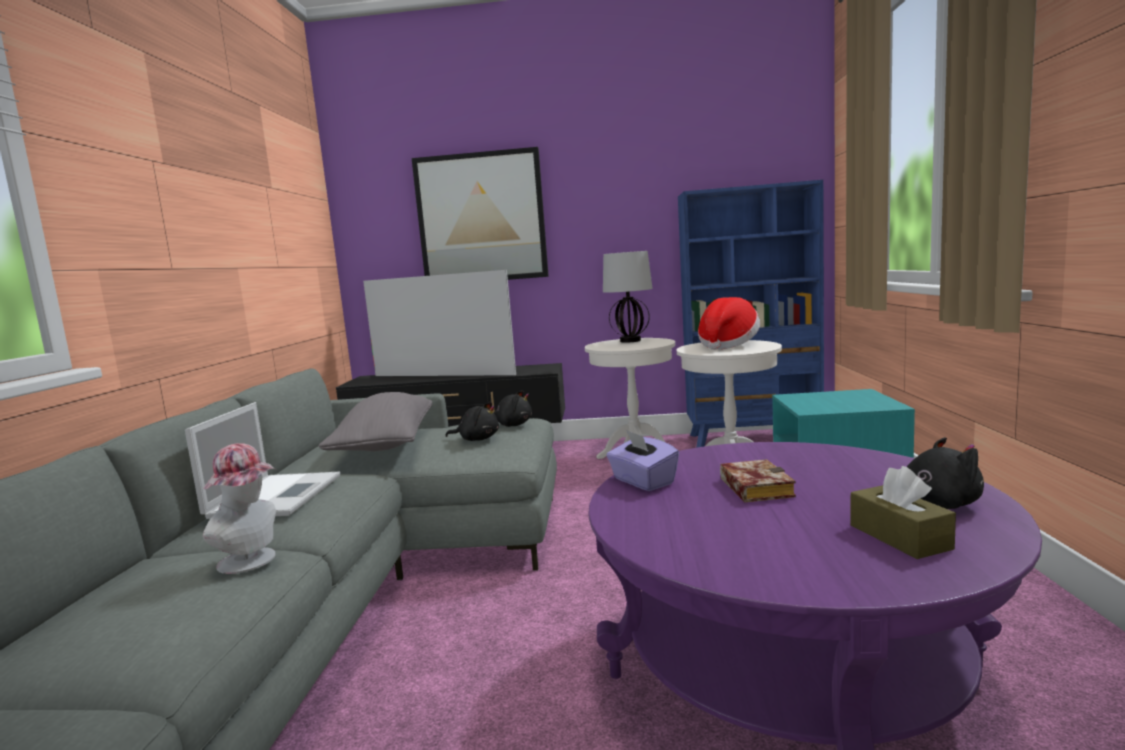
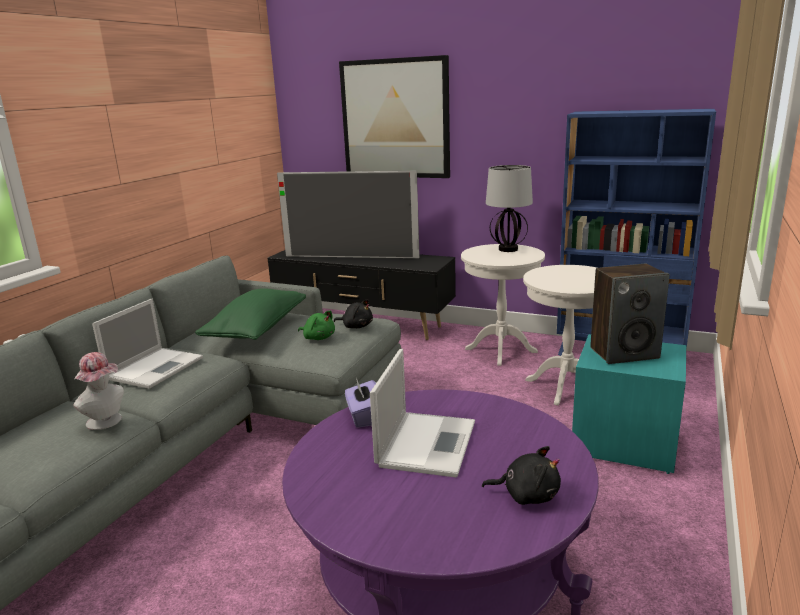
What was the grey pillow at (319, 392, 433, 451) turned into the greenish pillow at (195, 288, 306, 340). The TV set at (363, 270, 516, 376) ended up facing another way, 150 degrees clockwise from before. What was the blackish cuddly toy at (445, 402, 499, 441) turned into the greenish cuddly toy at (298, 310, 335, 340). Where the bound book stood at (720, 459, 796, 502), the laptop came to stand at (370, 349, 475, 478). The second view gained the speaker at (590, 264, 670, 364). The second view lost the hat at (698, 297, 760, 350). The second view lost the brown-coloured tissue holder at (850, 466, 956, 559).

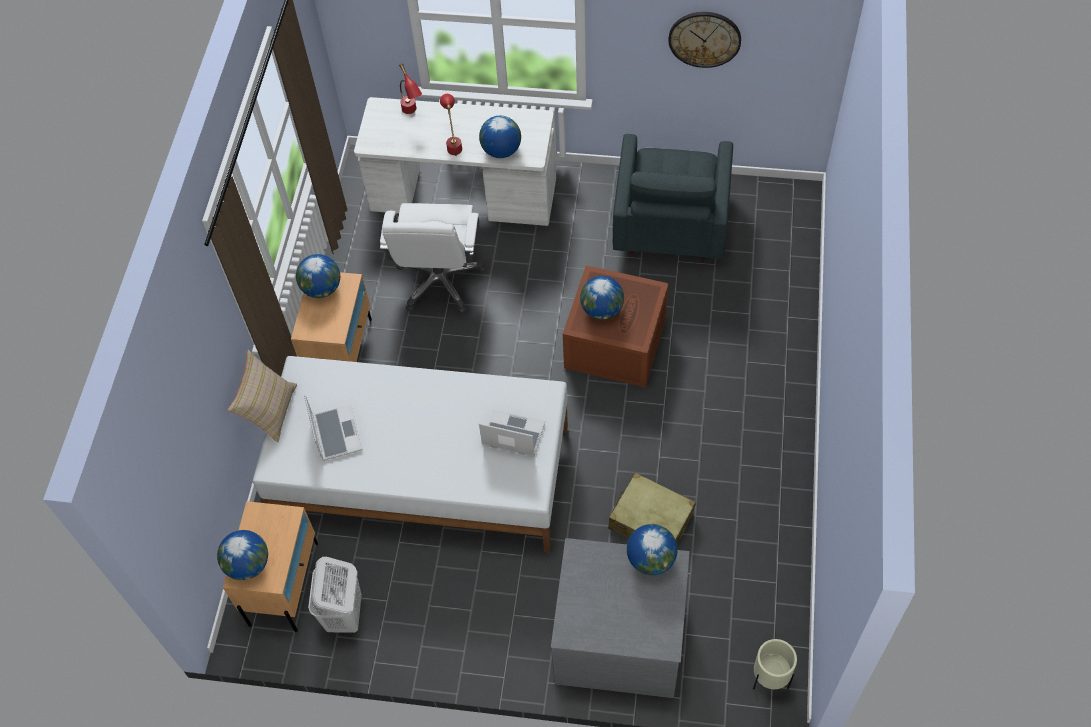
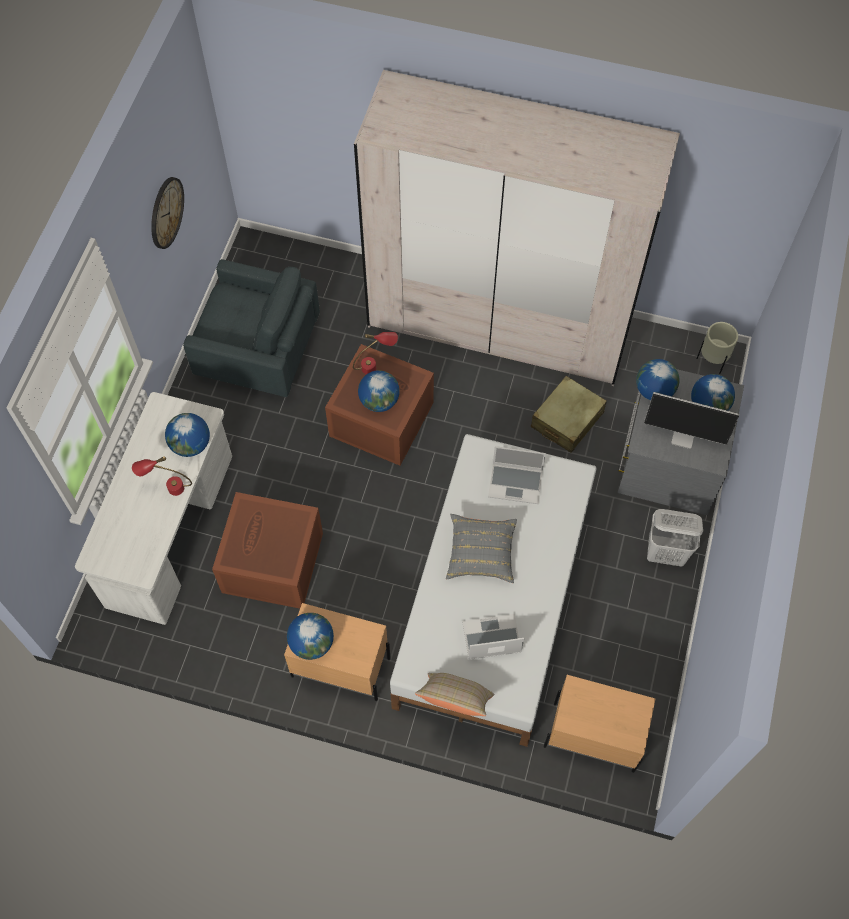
Where the whitish desk chair stood at (380, 203, 487, 313), the brown-coloured storage container came to stand at (212, 492, 323, 609). The reddish lamp for a table ended up elsewhere, having gone from (399, 64, 422, 114) to (353, 332, 398, 374). The second view gained the beige-coloured wardrobe at (354, 70, 680, 386). The second view gained the grey pillow at (446, 514, 517, 583). The laptop at (479, 409, 545, 457) ended up facing another way, 105 degrees counterclockwise from before. The second view gained the computer display at (644, 392, 739, 449). The whitish hamper ended up elsewhere, having gone from (308, 557, 362, 634) to (647, 509, 703, 567). The world globe ended up elsewhere, having gone from (217, 530, 268, 580) to (691, 374, 735, 411).

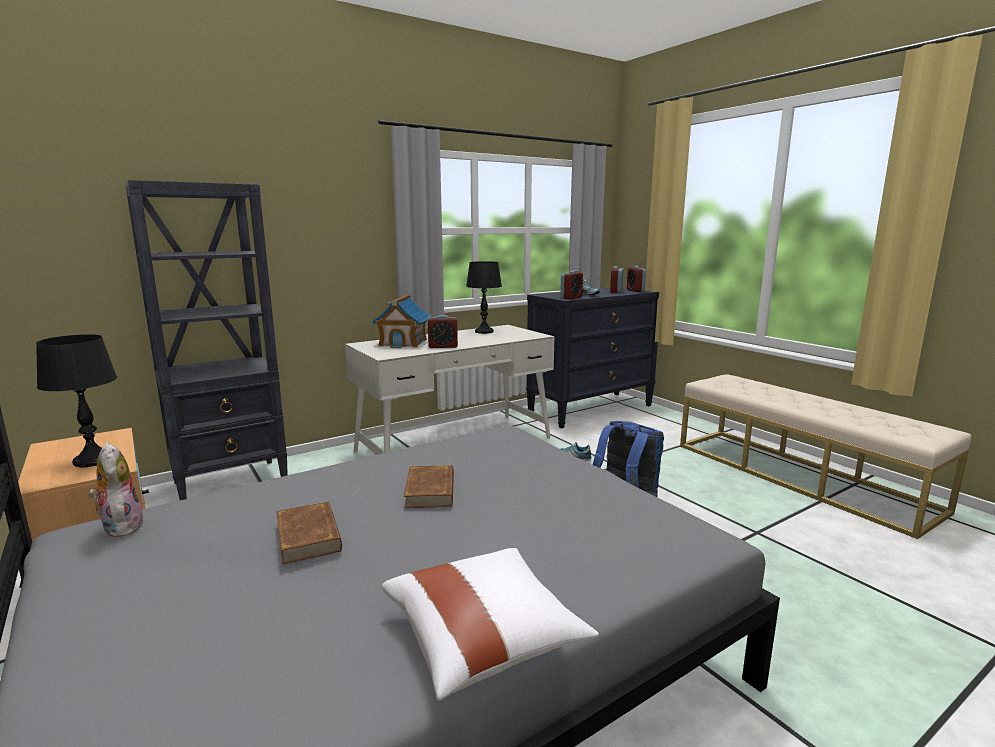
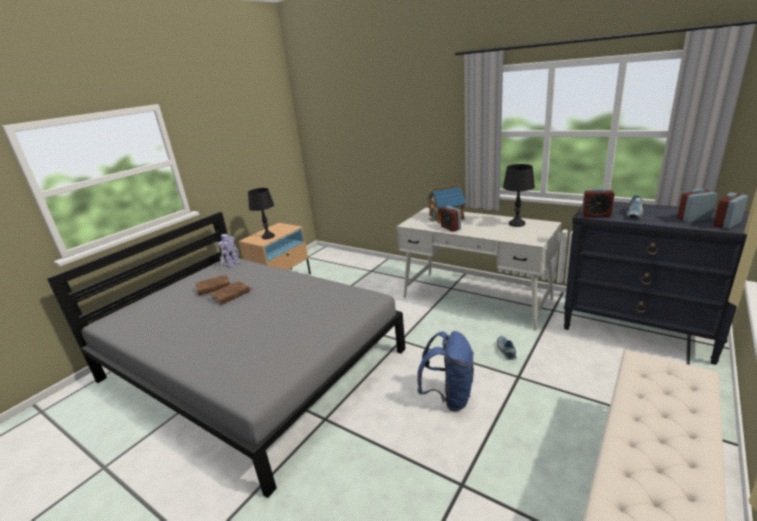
The brown-coloured bound book ended up elsewhere, having gone from (404, 465, 454, 508) to (196, 274, 231, 295). Where the cuddly toy stood at (88, 442, 144, 537), the model robot came to stand at (218, 234, 240, 267). The second view lost the blackish bookcase at (125, 180, 288, 500). The second view lost the whitish pillow at (382, 548, 599, 701).

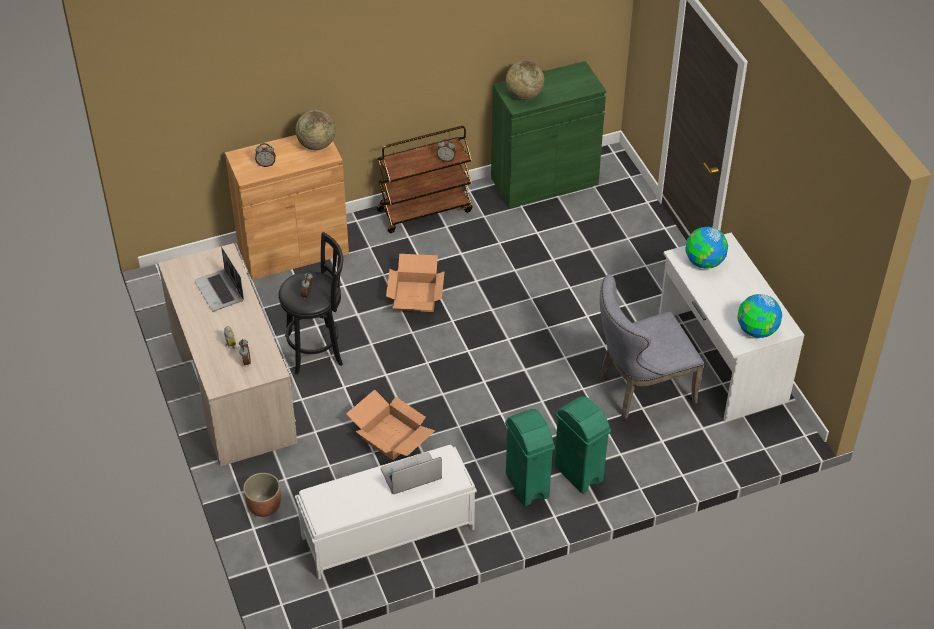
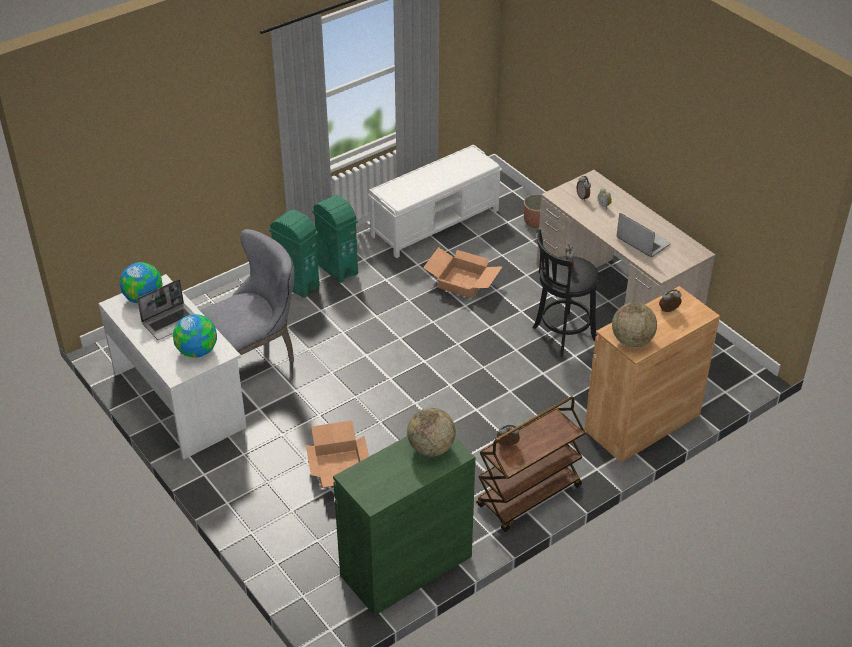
The laptop ended up elsewhere, having gone from (381, 452, 442, 494) to (137, 279, 194, 340). The packing box ended up elsewhere, having gone from (386, 254, 445, 312) to (306, 420, 369, 488).

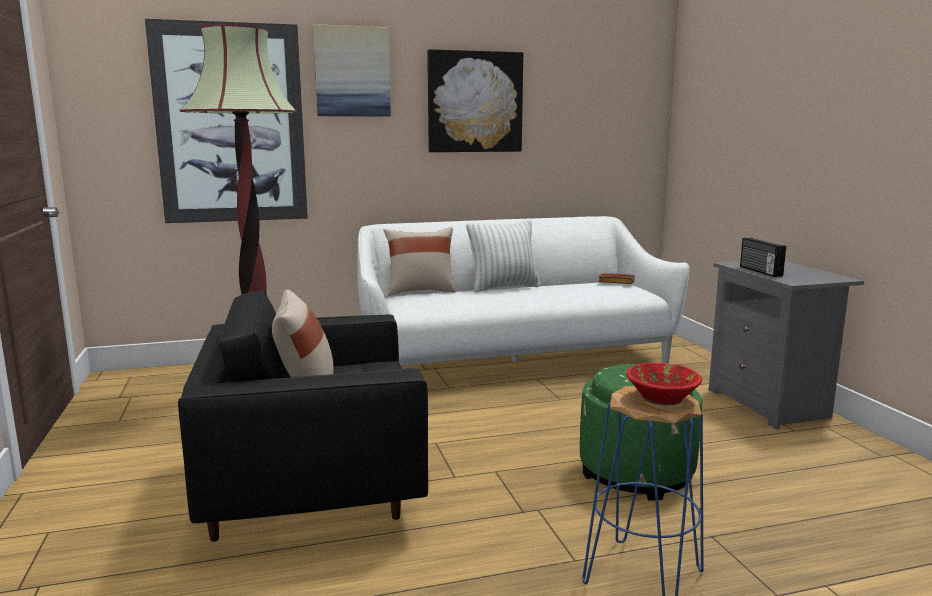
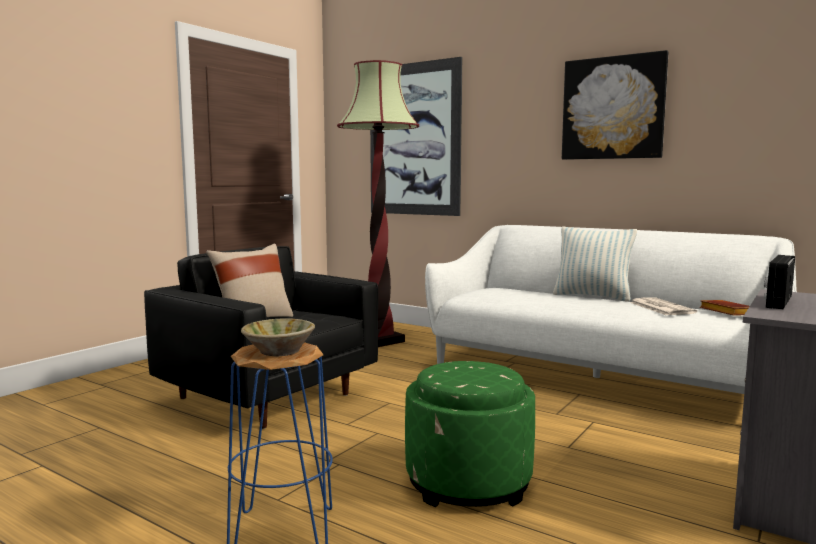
What was the reddish bowl at (626, 363, 702, 405) turned into the beige-coloured bowl at (241, 318, 315, 356). The second view gained the newspaper at (630, 297, 697, 315). The second view lost the wall picture at (313, 24, 391, 117). The second view lost the beige-coloured pillow at (384, 227, 455, 296).

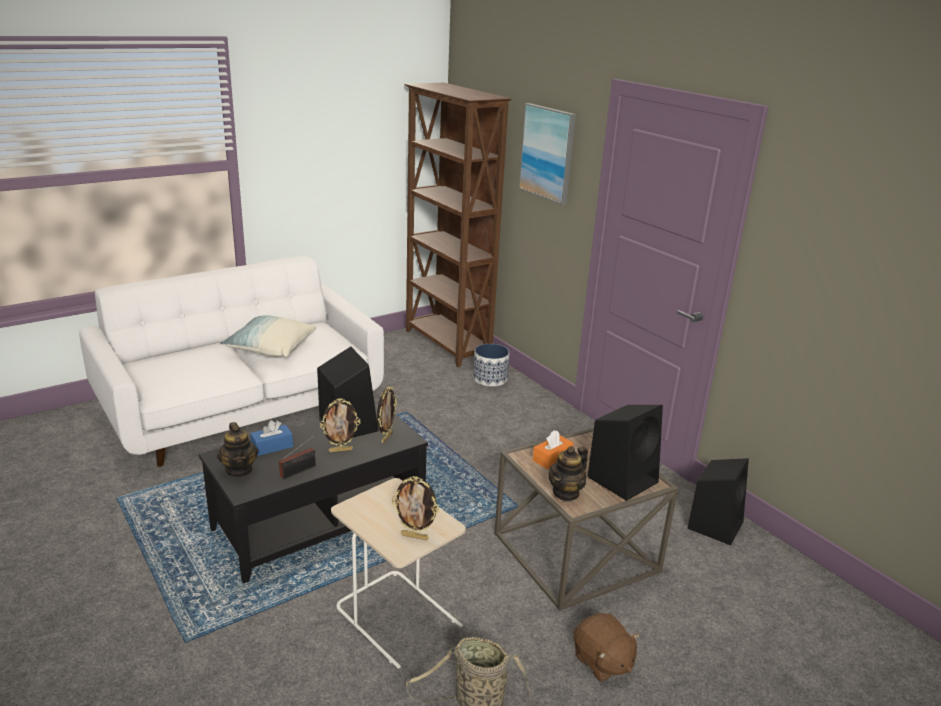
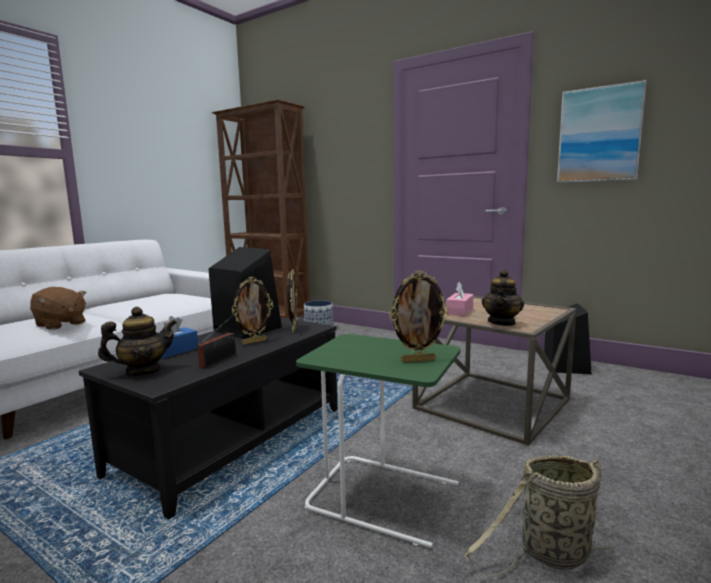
The brown-coloured cuddly toy ended up elsewhere, having gone from (573, 614, 640, 681) to (30, 287, 87, 330). The pot for tea at (217, 422, 258, 477) ended up facing another way, 75 degrees counterclockwise from before. What was the beige-coloured accent table at (331, 478, 466, 669) turned into the greenish accent table at (296, 334, 460, 548). What was the orangey tissue holder at (533, 430, 574, 469) turned into the pink tissue holder at (446, 282, 474, 316). The wall picture ended up elsewhere, having gone from (519, 103, 576, 205) to (557, 80, 647, 183). The second view lost the pillow at (220, 315, 316, 357). The second view lost the blackish speaker at (587, 405, 663, 501).

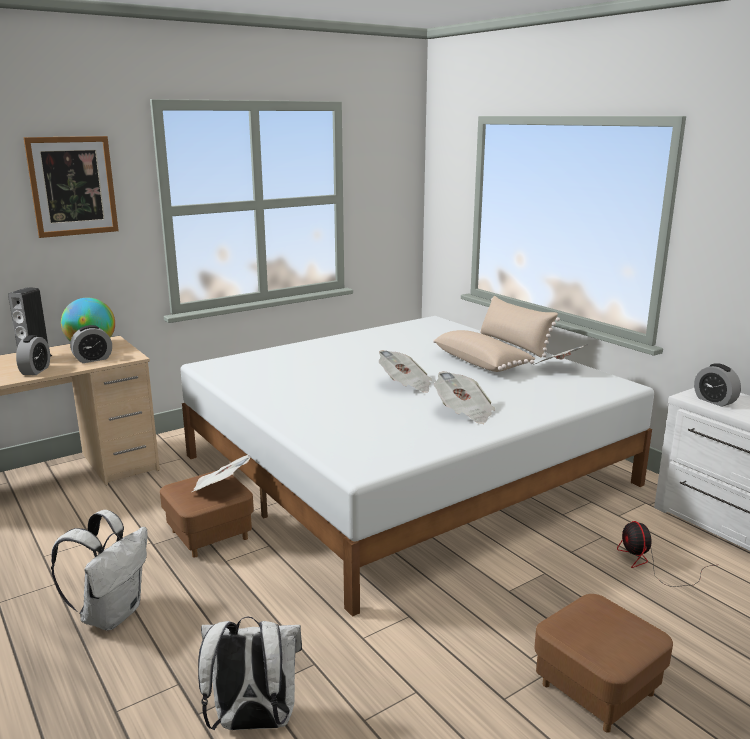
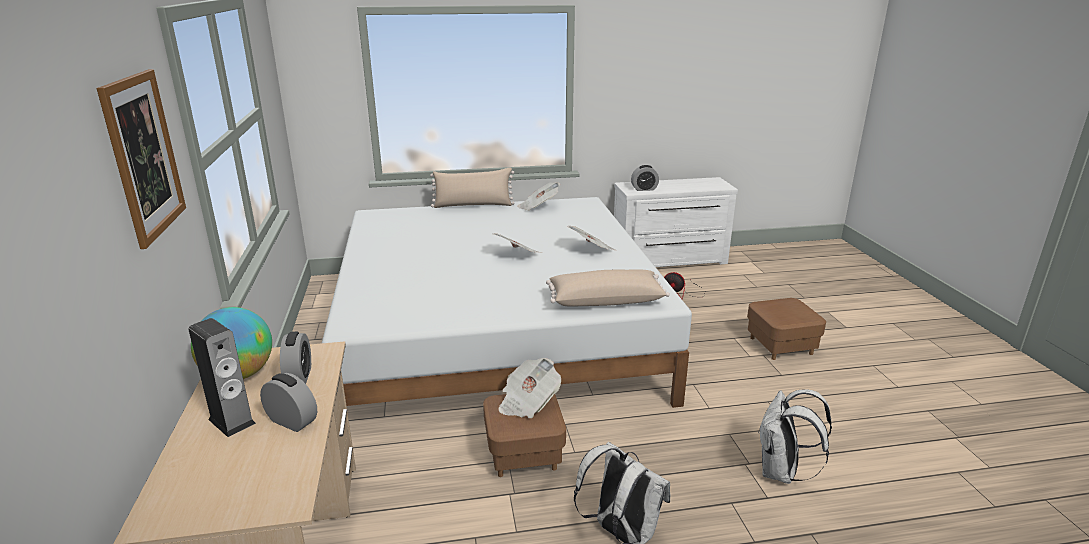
The beige-coloured pillow ended up elsewhere, having gone from (433, 330, 535, 372) to (546, 270, 670, 306).

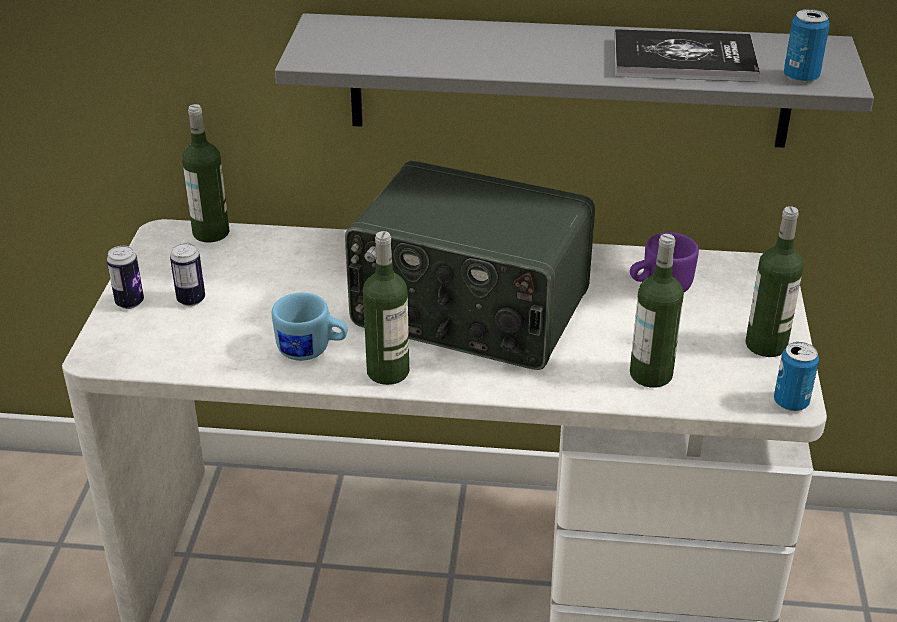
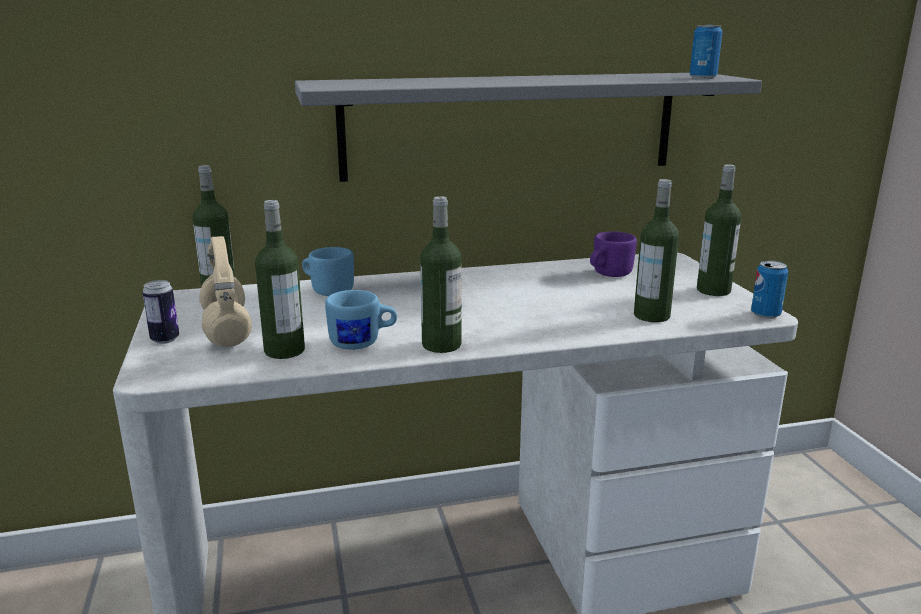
Where the can stood at (170, 243, 205, 306), the beige-coloured pair of headphones came to stand at (199, 236, 252, 347). The second view gained the beverage bottle at (255, 200, 305, 359). The second view gained the blue-coloured mug at (302, 247, 354, 296). The second view lost the radio set at (345, 161, 595, 370). The second view lost the bound book at (614, 29, 760, 82).

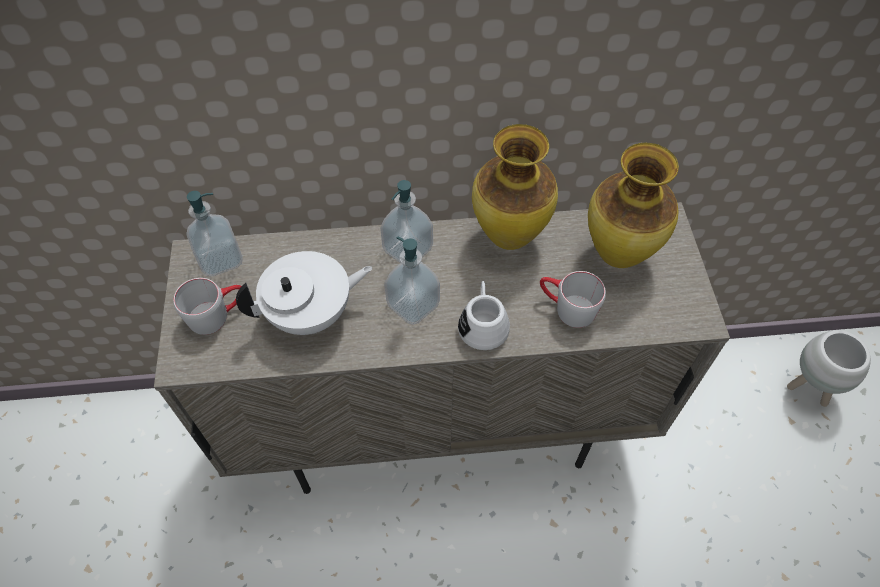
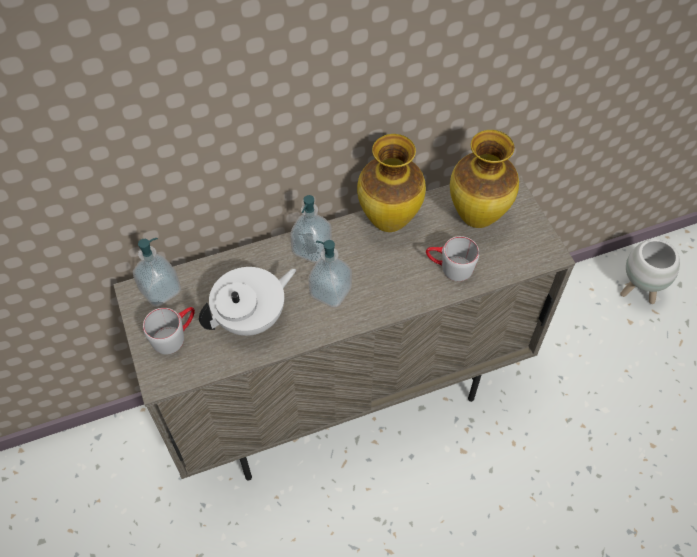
The second view lost the whitish mug at (458, 281, 510, 350).

